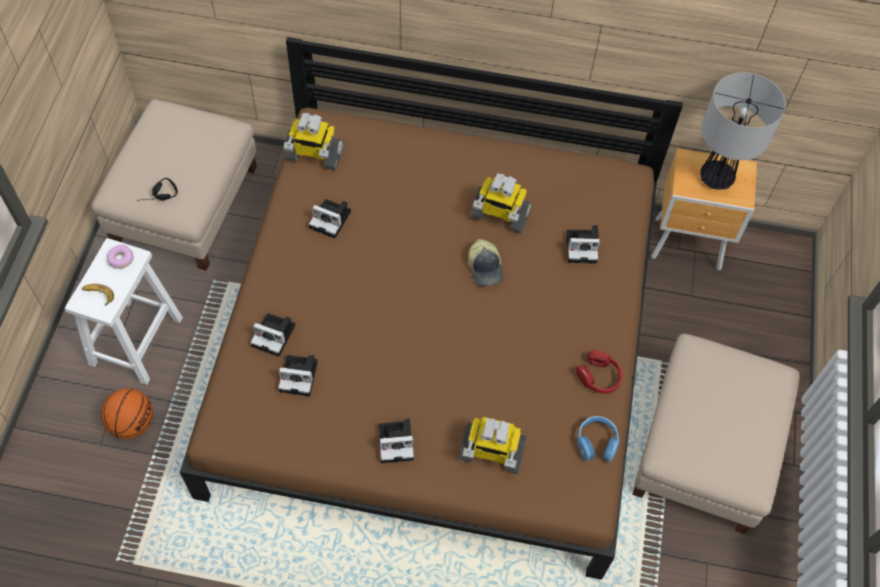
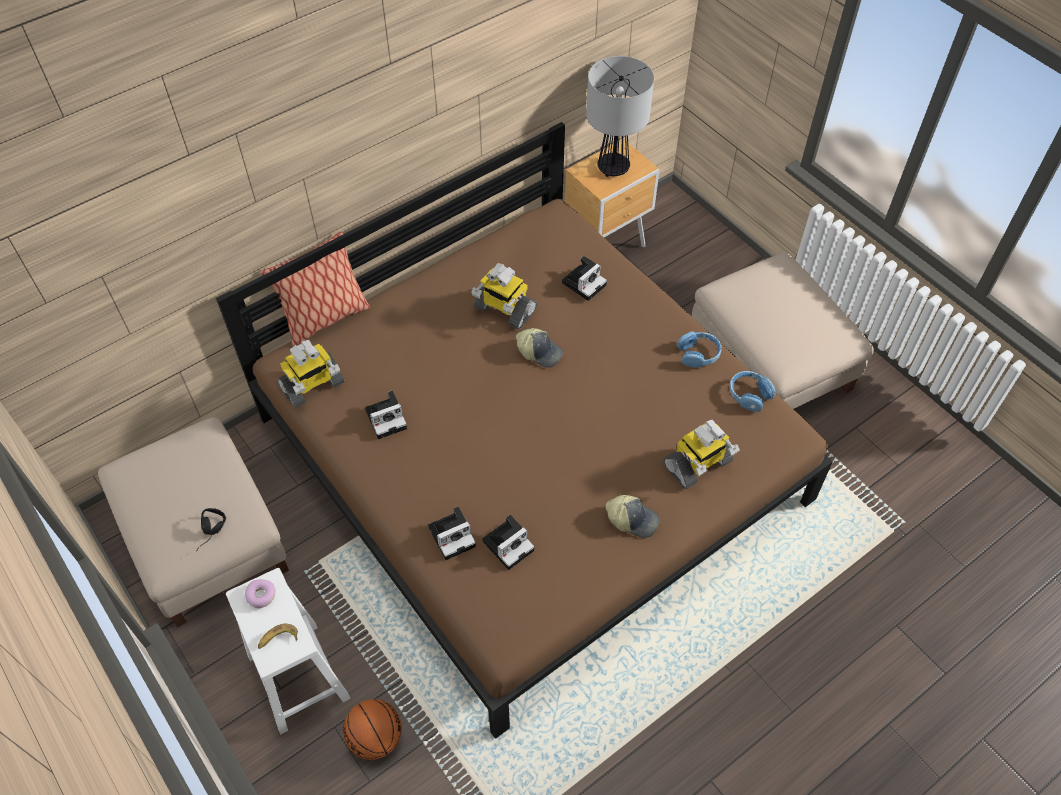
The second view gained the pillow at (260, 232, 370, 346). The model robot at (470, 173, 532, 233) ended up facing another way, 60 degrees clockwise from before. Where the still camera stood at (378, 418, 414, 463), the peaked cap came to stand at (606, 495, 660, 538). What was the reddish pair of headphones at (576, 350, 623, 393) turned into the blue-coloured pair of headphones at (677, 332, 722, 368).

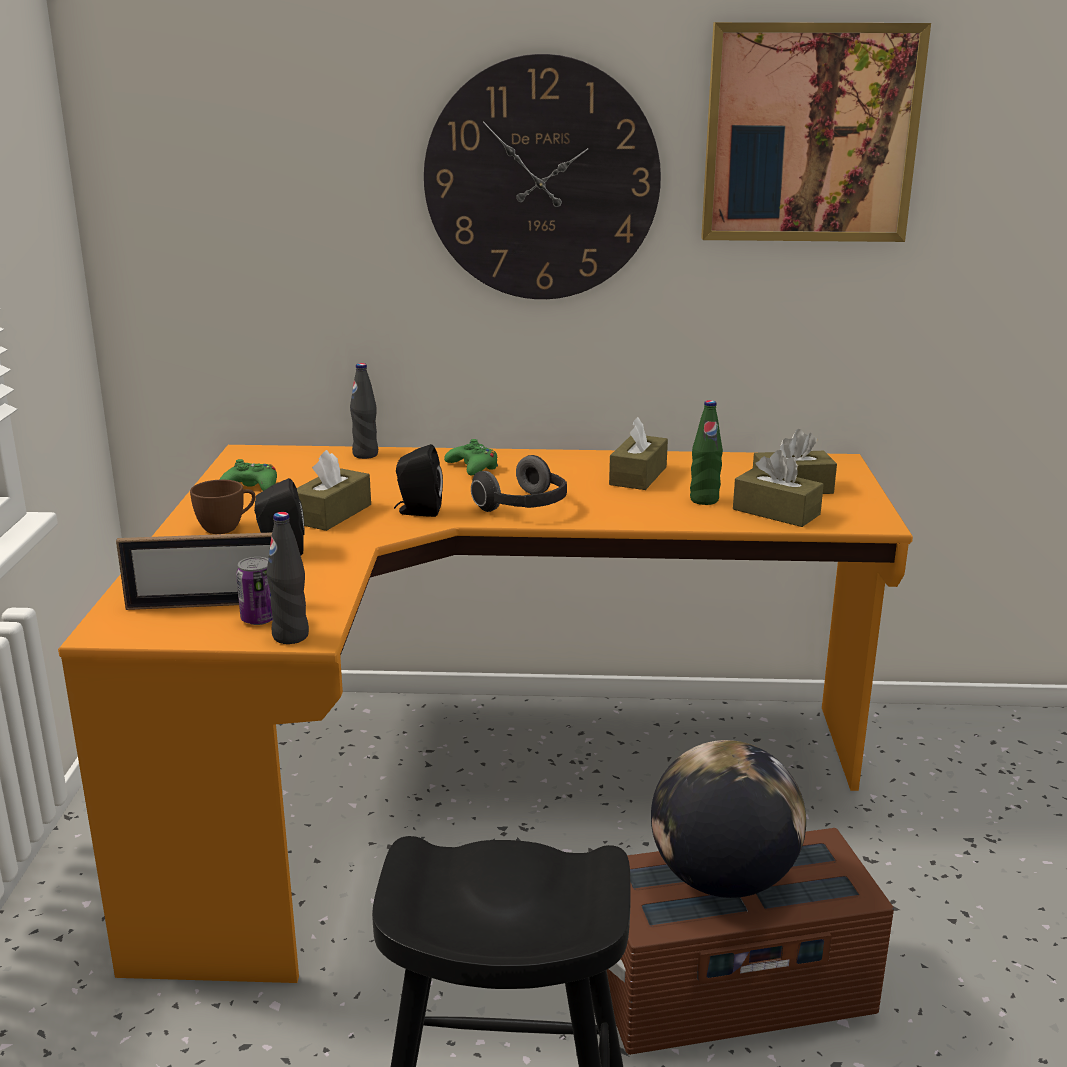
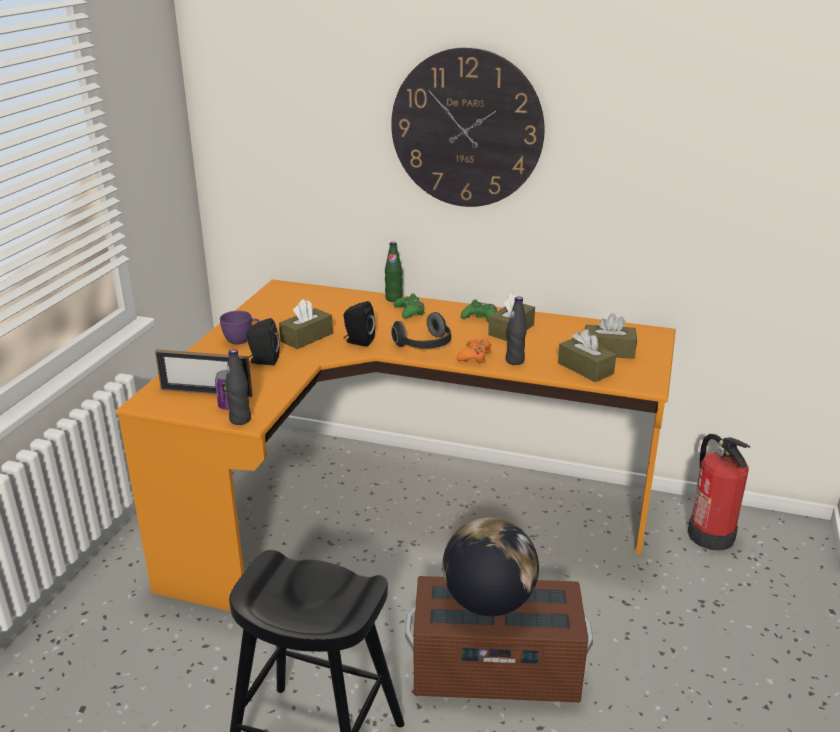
What was the brown-coloured small cup at (190, 480, 255, 534) turned into the purple-coloured small cup at (220, 311, 260, 345). The greenish beverage bottle ended up elsewhere, having gone from (690, 400, 723, 505) to (385, 242, 403, 302). The second view gained the orangey joypad at (457, 338, 492, 363). The greenish joypad ended up elsewhere, having gone from (219, 459, 277, 491) to (461, 299, 497, 322). The blackish beverage bottle ended up elsewhere, having gone from (350, 363, 378, 459) to (506, 296, 527, 365). The second view gained the fire-fighting cylinder at (687, 434, 750, 550). The second view lost the wall picture at (701, 22, 931, 242).

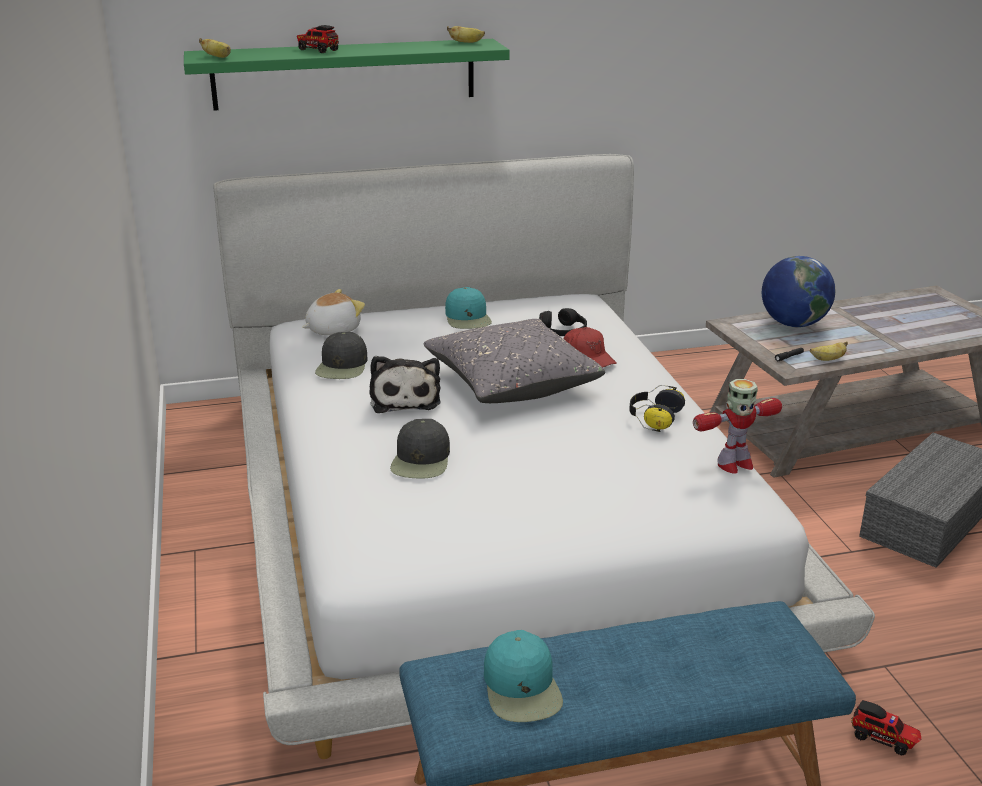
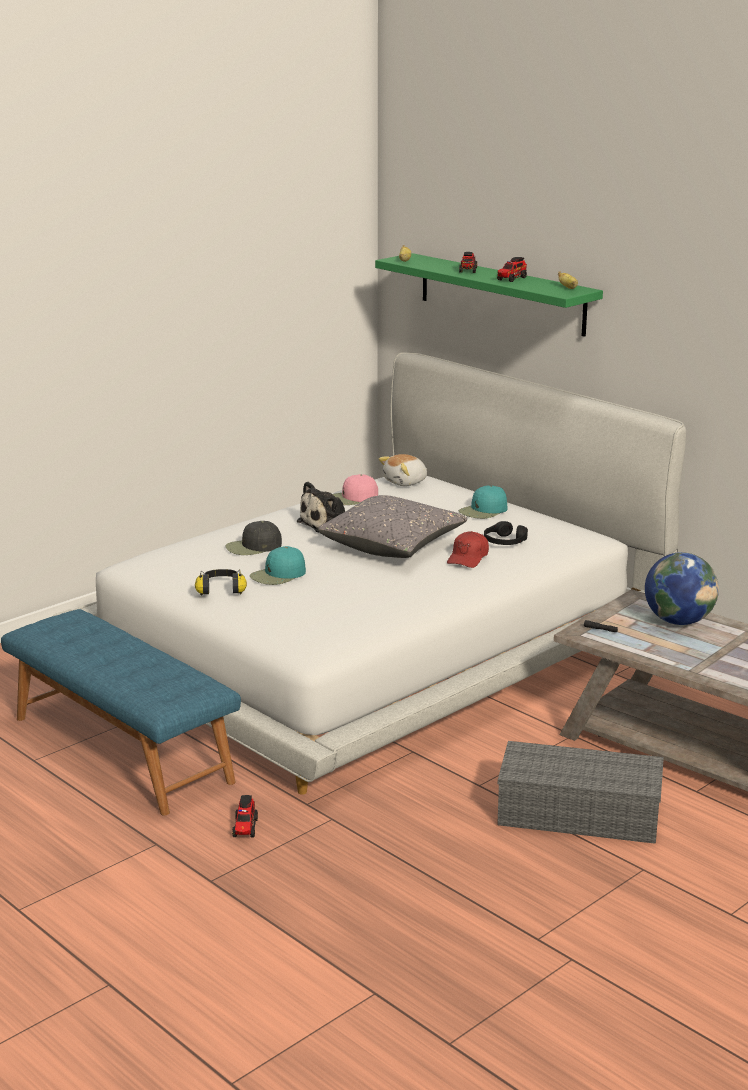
The pair of headphones ended up elsewhere, having gone from (629, 385, 685, 432) to (195, 569, 247, 596). The turquoise-coloured peaked cap ended up elsewhere, having gone from (484, 630, 563, 722) to (250, 546, 306, 585). What was the blackish peaked cap at (315, 332, 368, 379) turned into the pink peaked cap at (333, 474, 378, 505). The cuddly toy at (302, 289, 365, 335) ended up facing another way, 120 degrees clockwise from before. The second view gained the toy lorry at (497, 257, 527, 282). The second view lost the model robot at (693, 379, 782, 474). The second view lost the banana fruit at (810, 341, 848, 361).

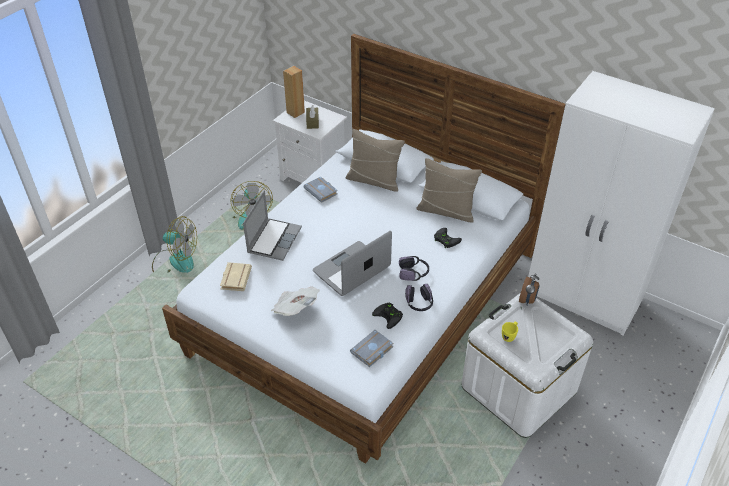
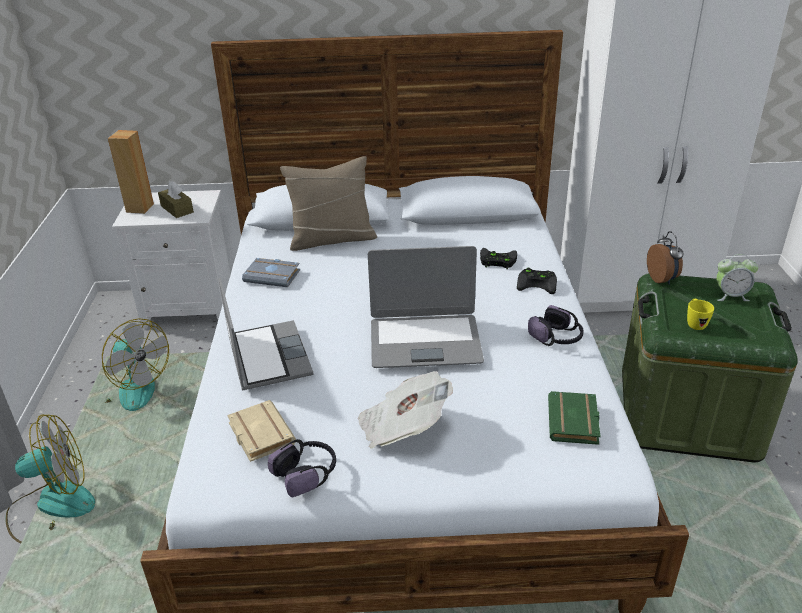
The pair of headphones ended up elsewhere, having gone from (399, 256, 429, 281) to (268, 439, 336, 497). The laptop at (313, 231, 392, 296) ended up facing another way, 105 degrees counterclockwise from before. The blackish joypad ended up elsewhere, having gone from (372, 303, 403, 329) to (517, 268, 557, 294). What was the grey bound book at (350, 330, 394, 367) turned into the greenish bound book at (548, 391, 601, 445). What was the whitish storage container at (462, 293, 593, 438) turned into the greenish storage container at (622, 273, 798, 462). The second view gained the table clock at (716, 254, 758, 301). The second view lost the beige-coloured pillow at (416, 158, 482, 223).

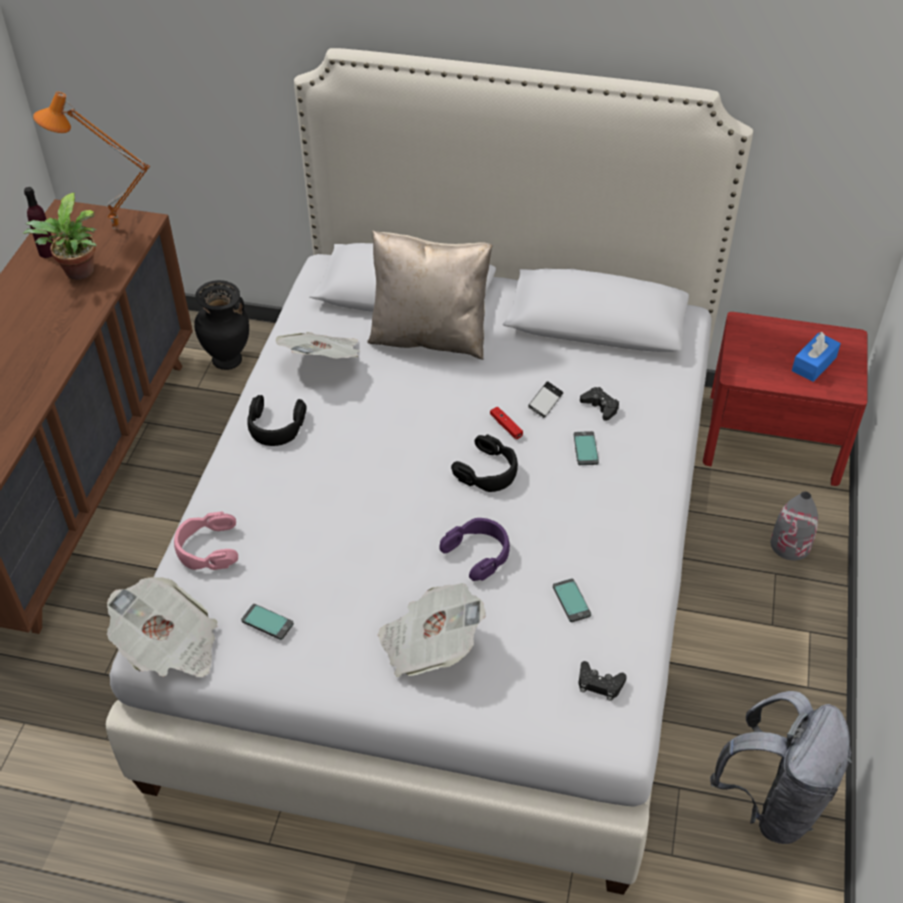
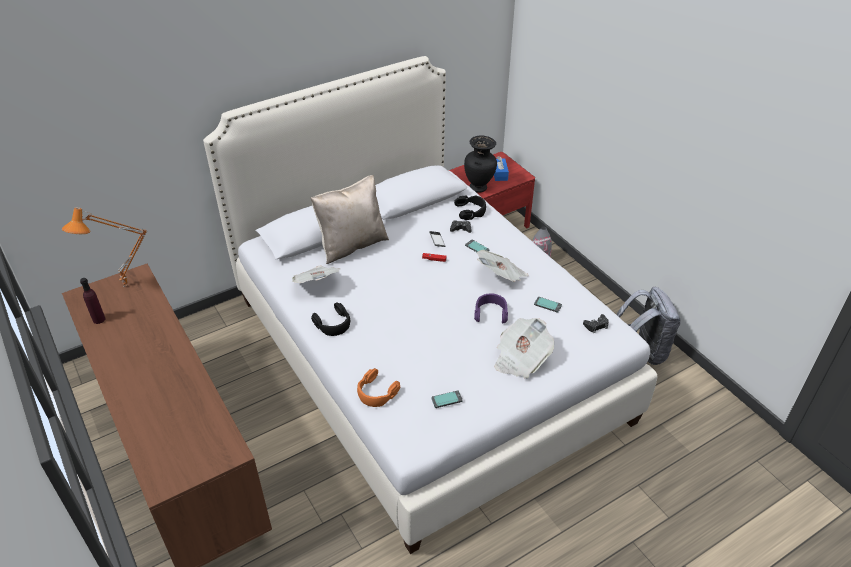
What was the pink pair of headphones at (174, 511, 238, 570) turned into the orangey pair of headphones at (357, 368, 400, 407). The blackish pair of headphones ended up elsewhere, having gone from (451, 435, 518, 492) to (454, 195, 486, 220). The blackish flower vase ended up elsewhere, having gone from (194, 280, 249, 370) to (464, 136, 497, 193). The newspaper ended up elsewhere, having gone from (107, 577, 217, 677) to (477, 250, 529, 282). The second view lost the plant in a pot at (23, 193, 97, 280).

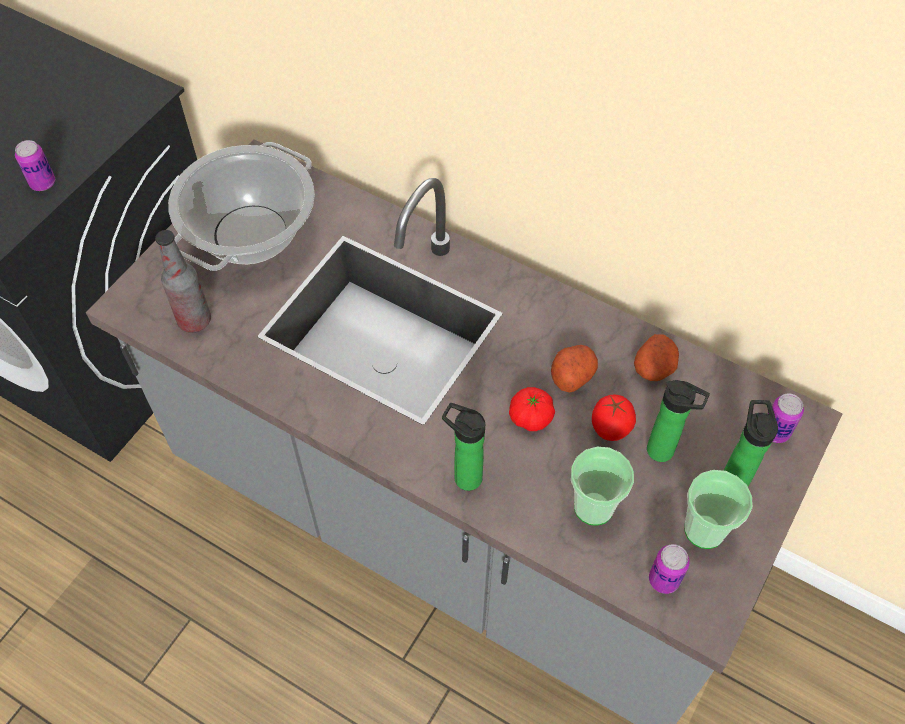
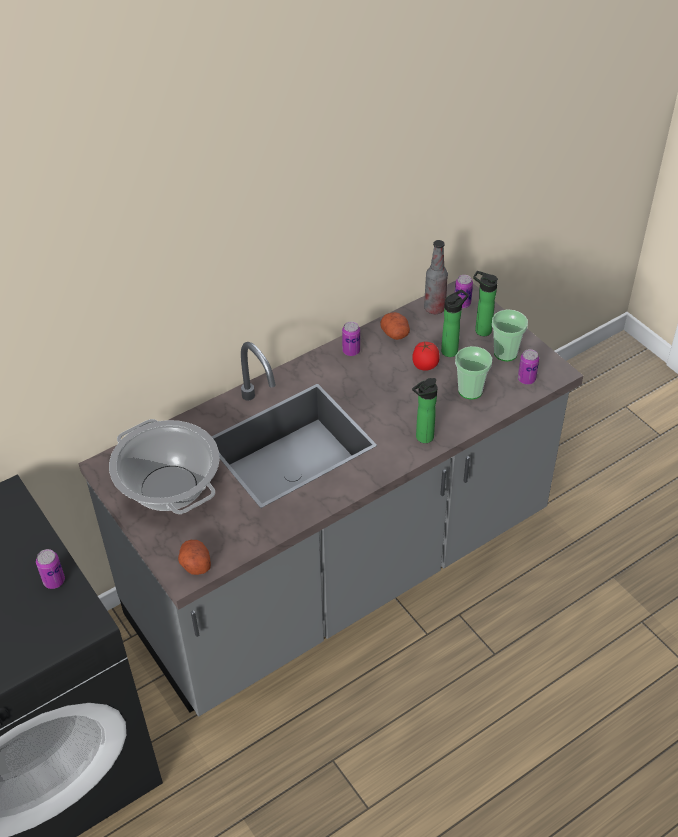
The spud ended up elsewhere, having gone from (551, 345, 598, 392) to (178, 540, 211, 575). The second view gained the can at (342, 321, 360, 356). The beverage bottle ended up elsewhere, having gone from (155, 230, 211, 333) to (424, 240, 448, 314). The second view lost the whole tomato at (509, 387, 555, 431).

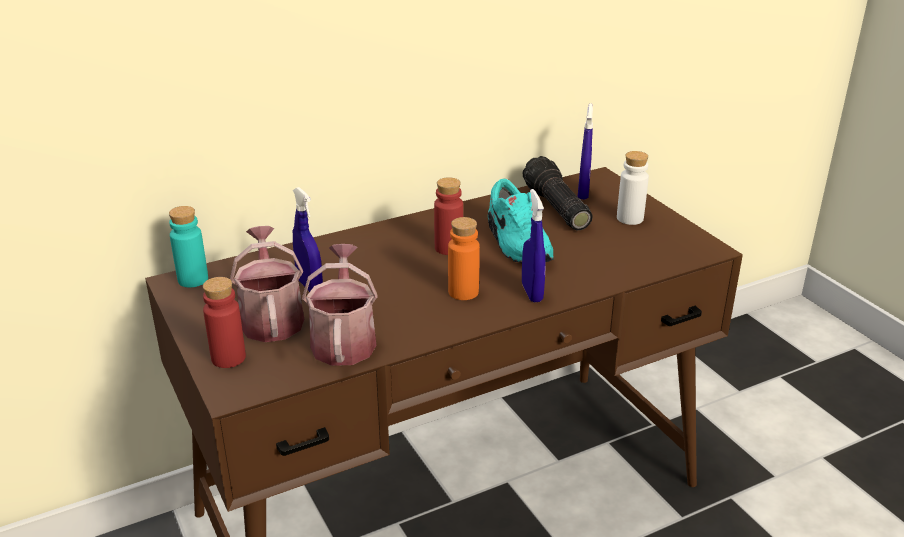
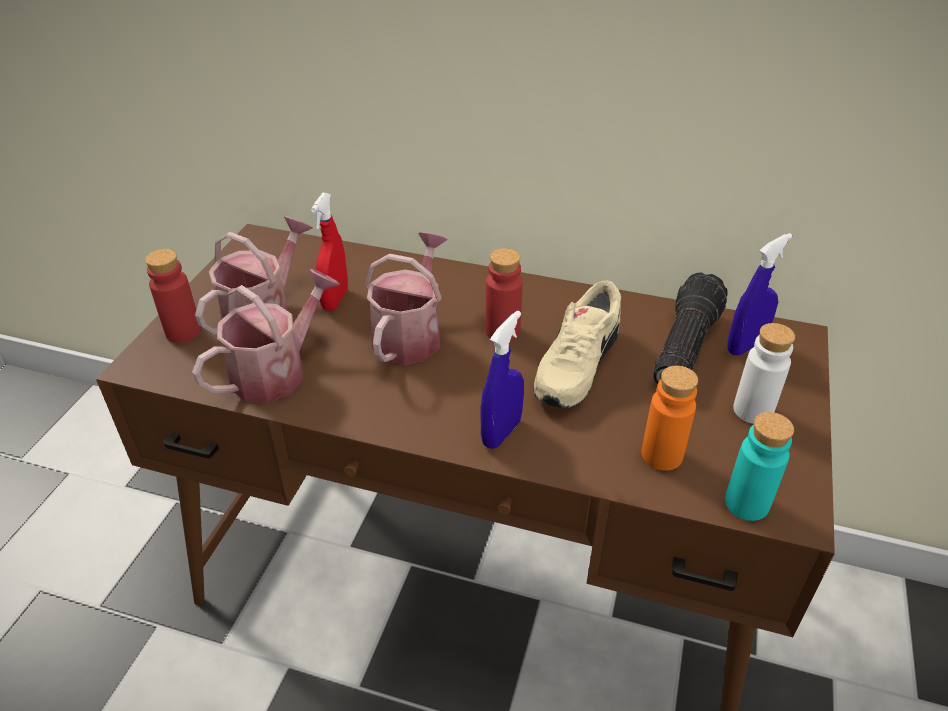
What was the blue-coloured spray bottle at (293, 187, 323, 292) turned into the reddish spray bottle at (311, 193, 348, 311). The second view gained the watering pot at (365, 232, 448, 365). What was the turquoise-coloured low shoe at (488, 179, 554, 263) turned into the beige-coloured low shoe at (534, 280, 621, 408). The orangey beverage bottle ended up elsewhere, having gone from (448, 217, 480, 300) to (642, 366, 698, 471). The turquoise-coloured beverage bottle ended up elsewhere, having gone from (169, 206, 208, 287) to (725, 412, 794, 521).

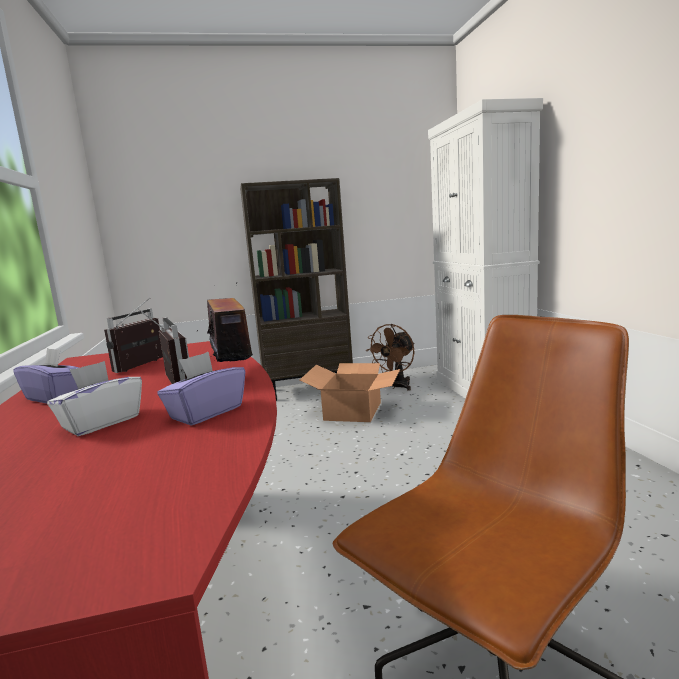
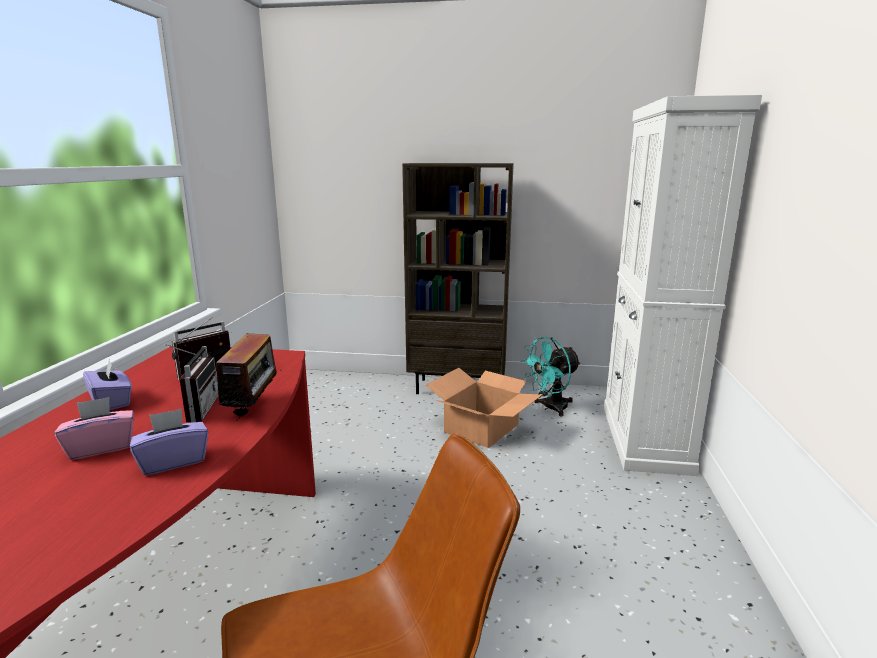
What was the whitish tissue holder at (47, 361, 142, 436) turned into the pink tissue holder at (54, 397, 134, 460). What was the brown-coloured electric fan at (366, 324, 415, 391) turned into the turquoise-coloured electric fan at (521, 337, 581, 417).

